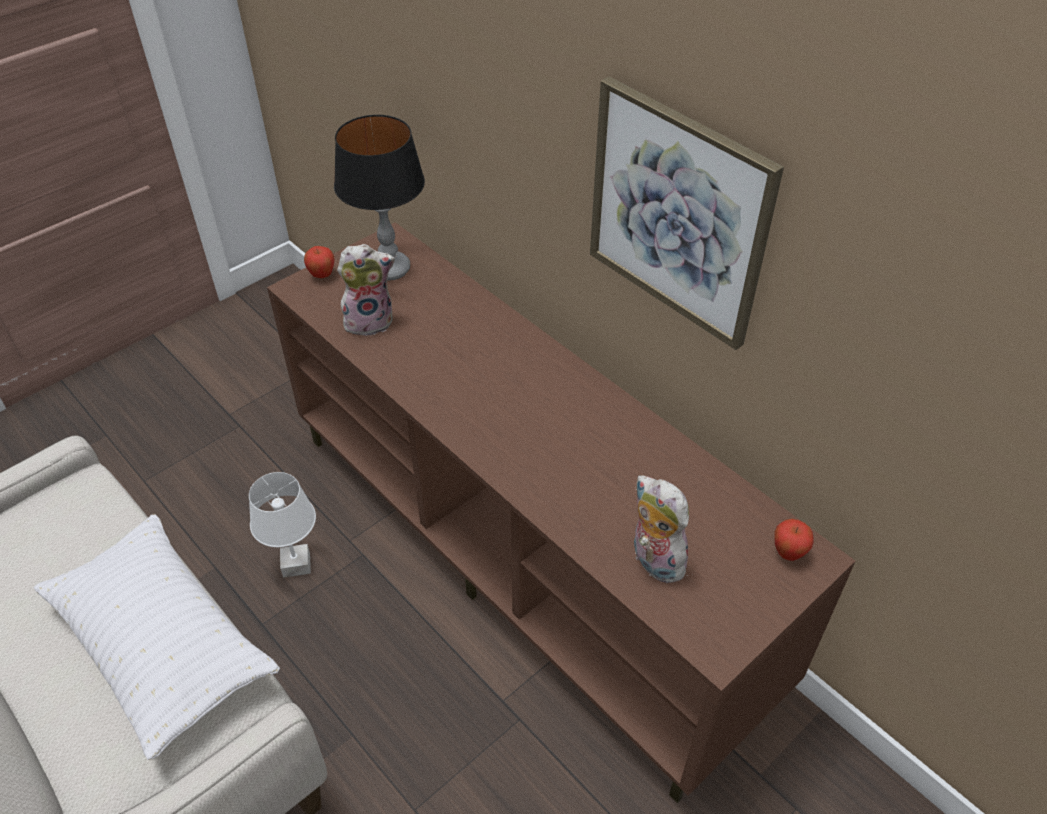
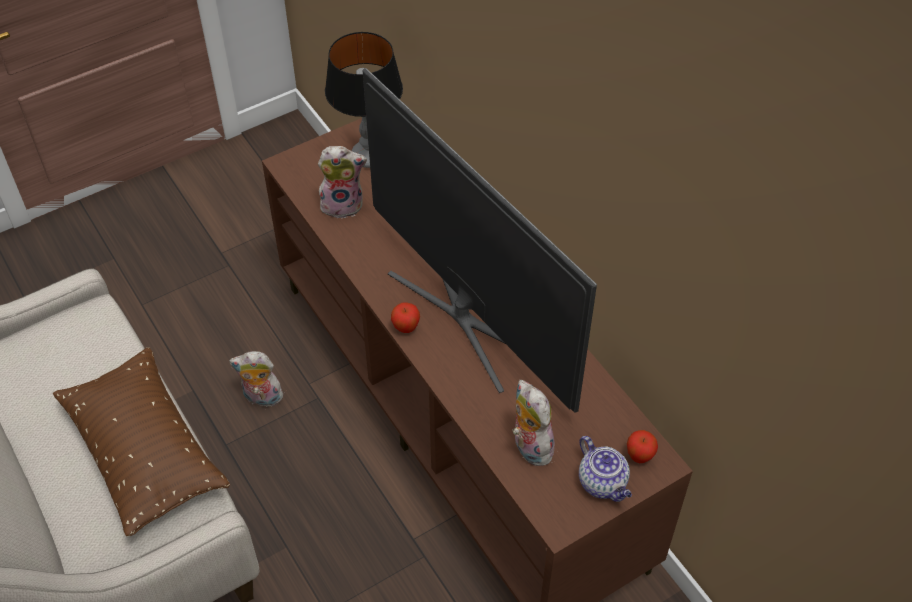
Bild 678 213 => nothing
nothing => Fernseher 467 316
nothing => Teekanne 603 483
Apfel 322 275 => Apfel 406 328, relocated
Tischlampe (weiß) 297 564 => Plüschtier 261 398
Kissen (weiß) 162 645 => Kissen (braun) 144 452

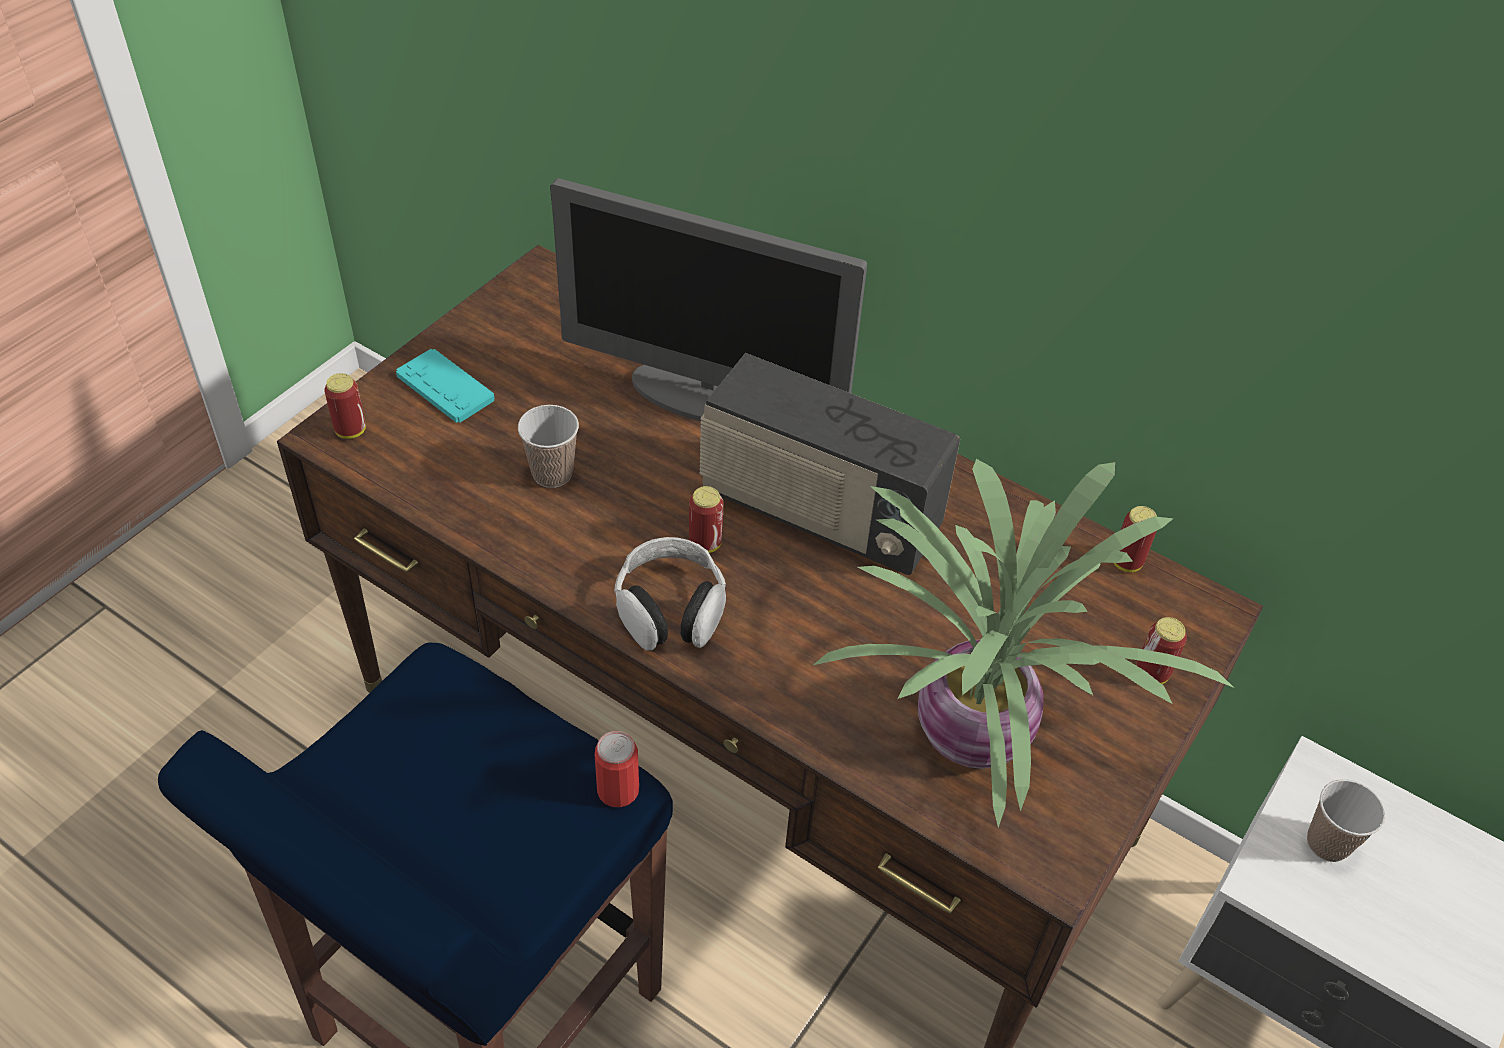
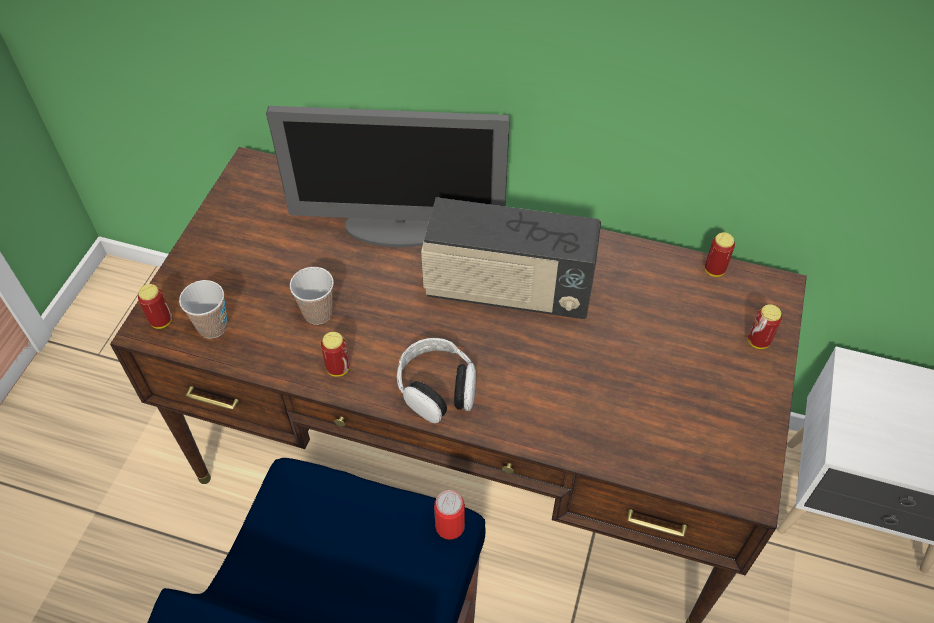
Gamepad (türkis) 445 387 => nothing
Topfpflanze 978 737 => nothing
Dose 705 543 => Dose 338 368, relocated
Tasse 1327 843 => Tasse 212 327, relocated

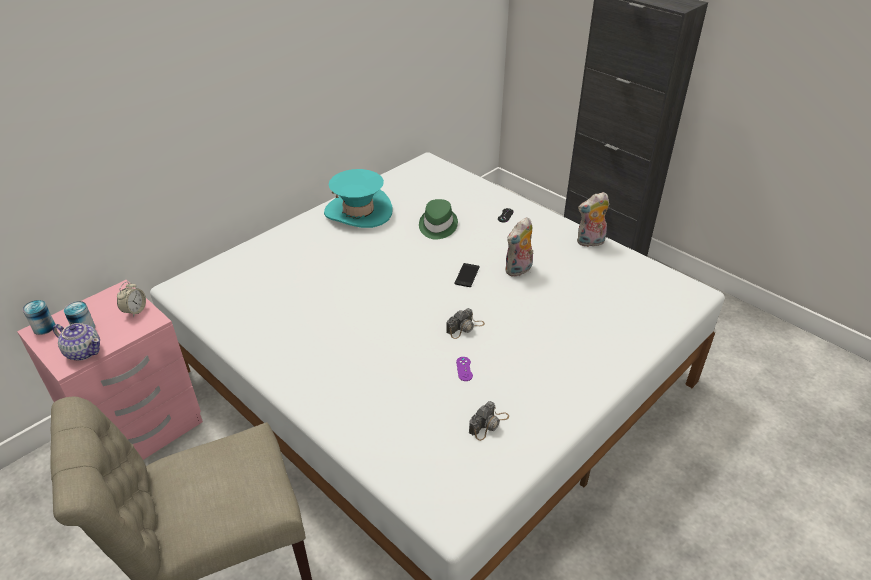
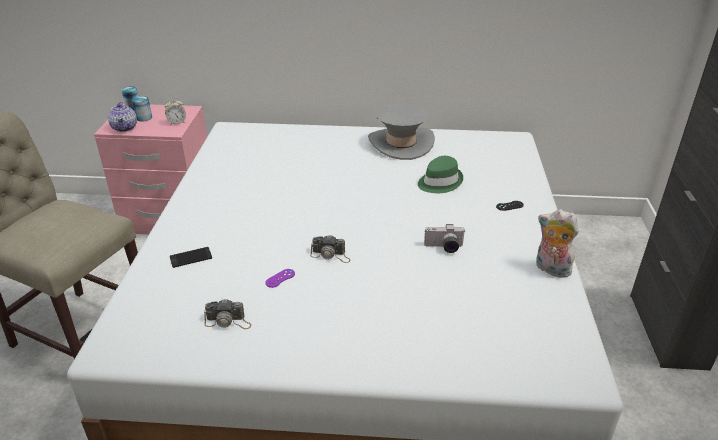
Handy 467 275 => Handy 191 257, relocated
Plüschtier 519 270 => Kamera 444 248
Hut (türkis) 358 212 => Hut (grau) 401 144

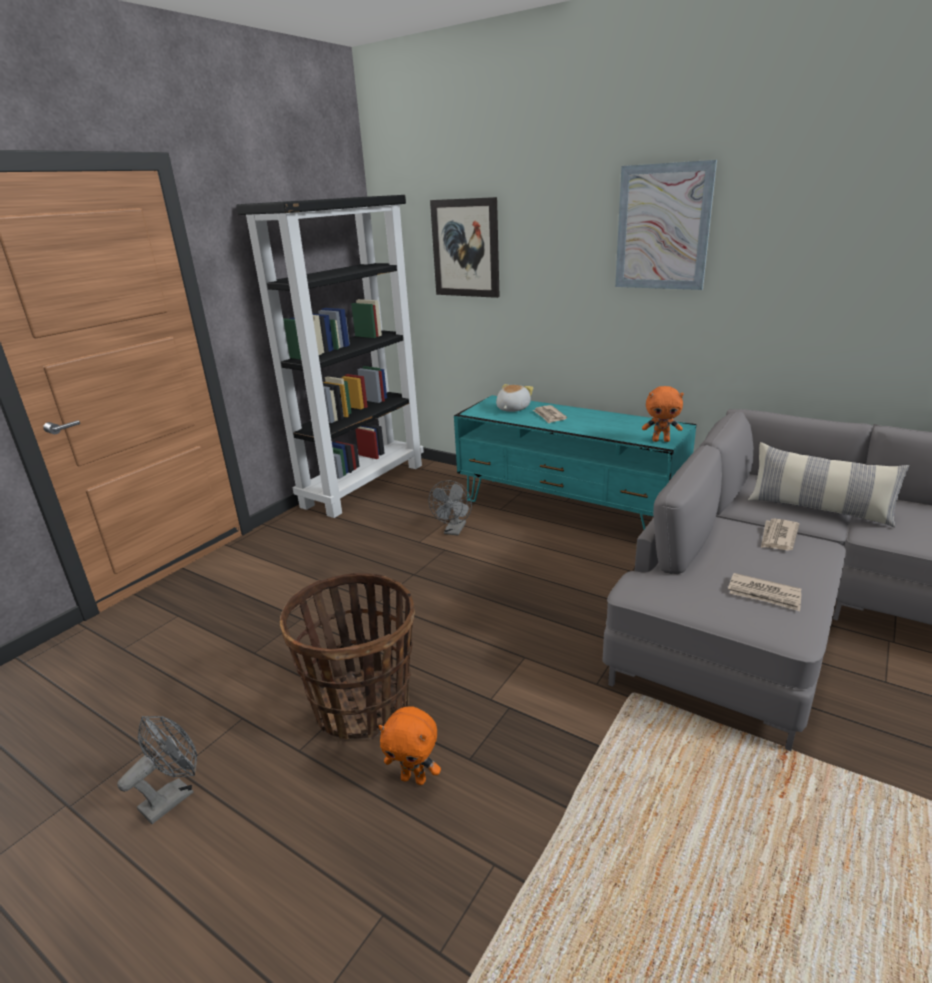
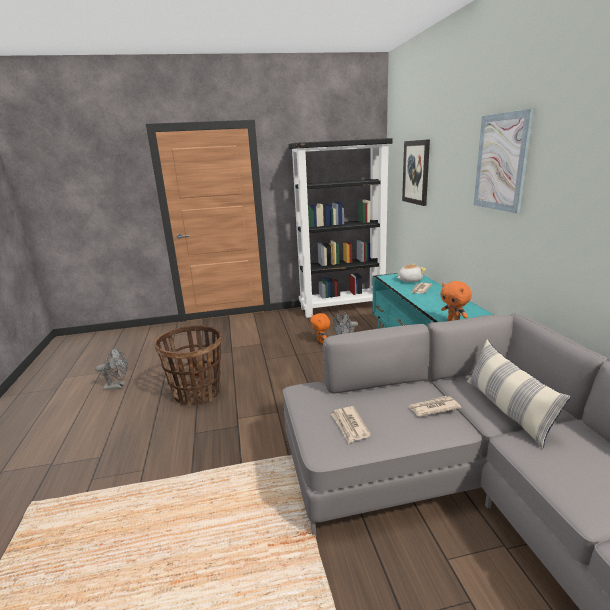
Plüschtier (orange) 414 778 => Plüschtier (orange) 321 341, relocated

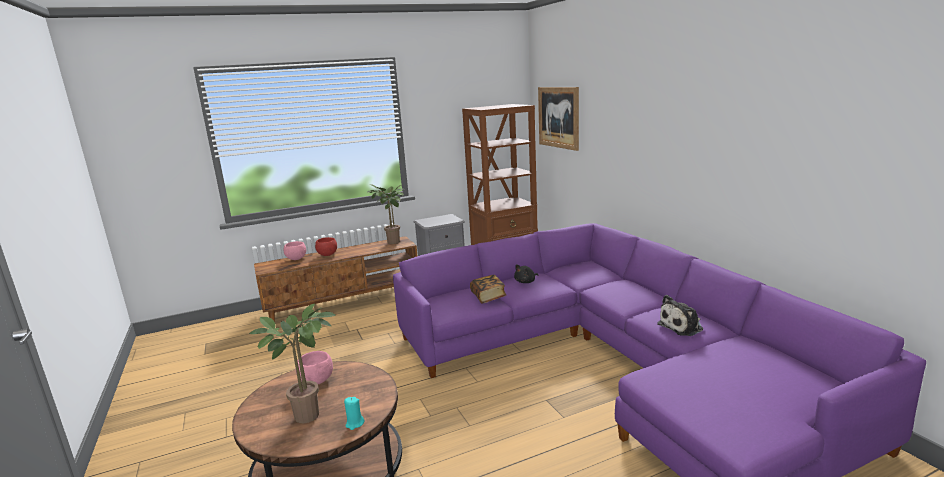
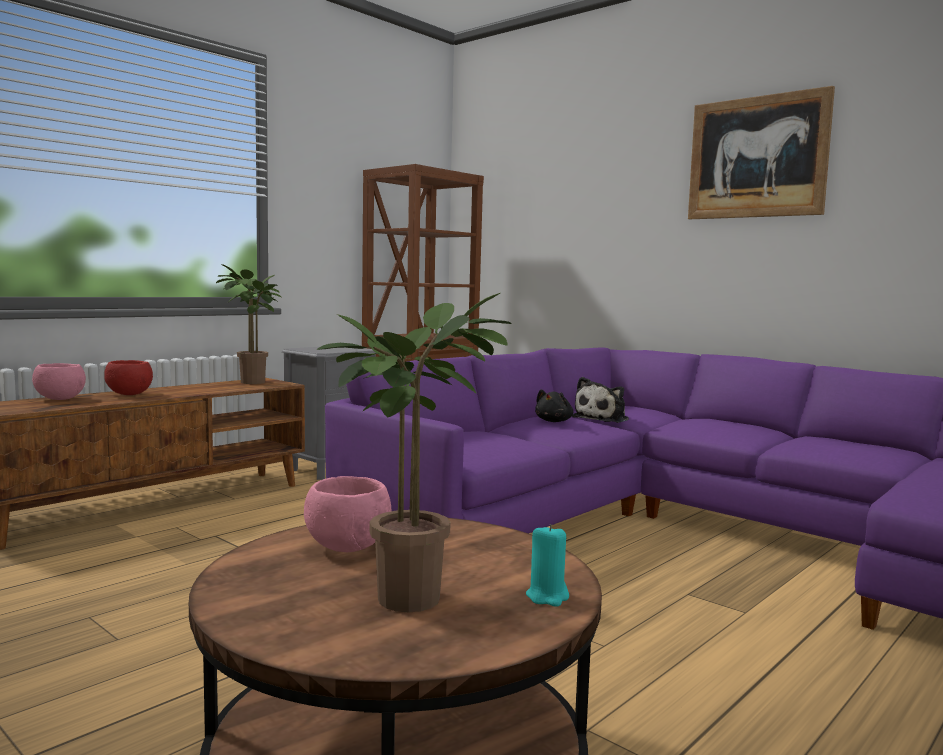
Buch 488 296 => nothing
Bild 558 117 => Bild 757 157, relocated
Plüschtier 682 326 => Plüschtier 603 418, relocated

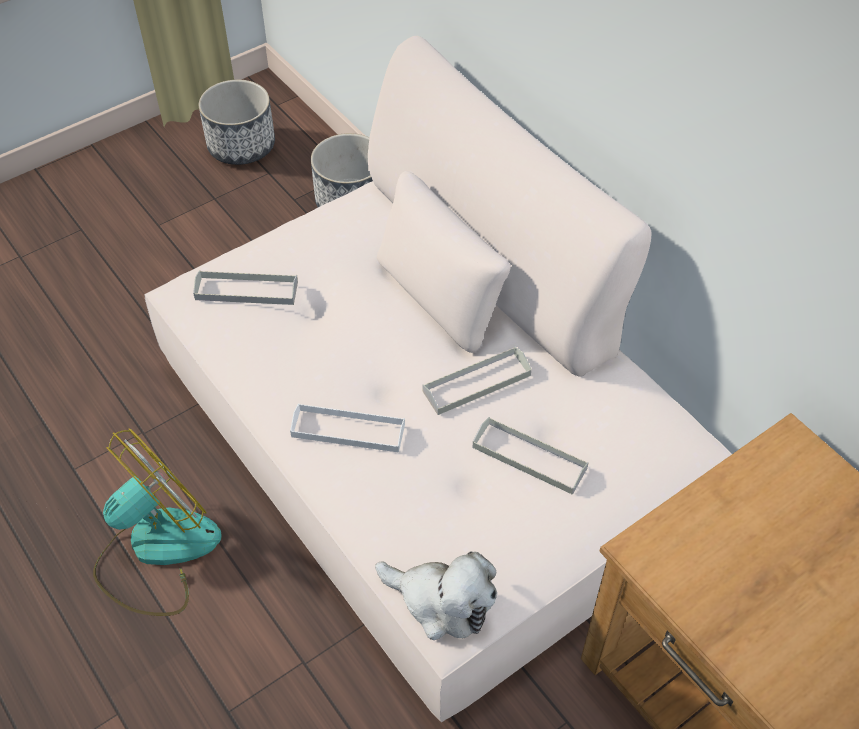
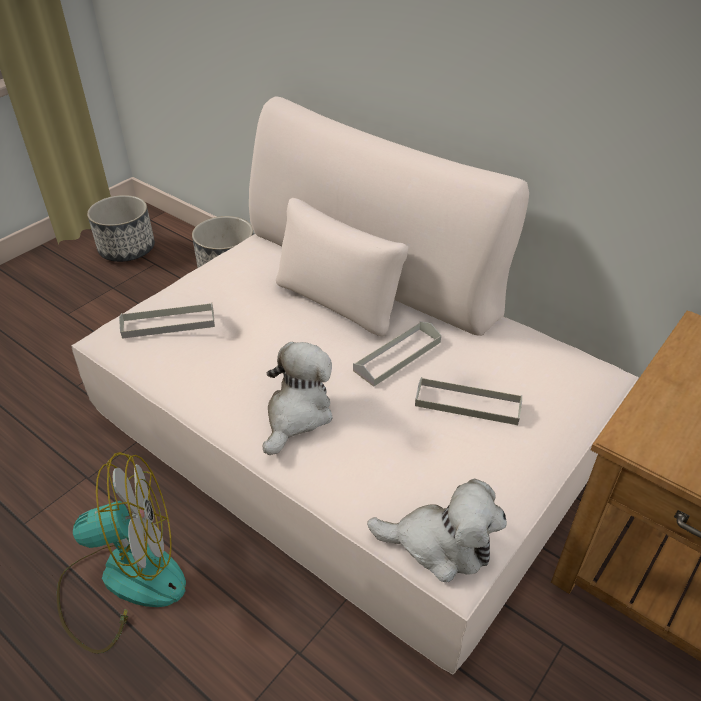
Tablett (weiß) 348 430 => Plüschtier 297 414
Ventilator 156 551 => Ventilator 123 580, 45 degrees clockwise

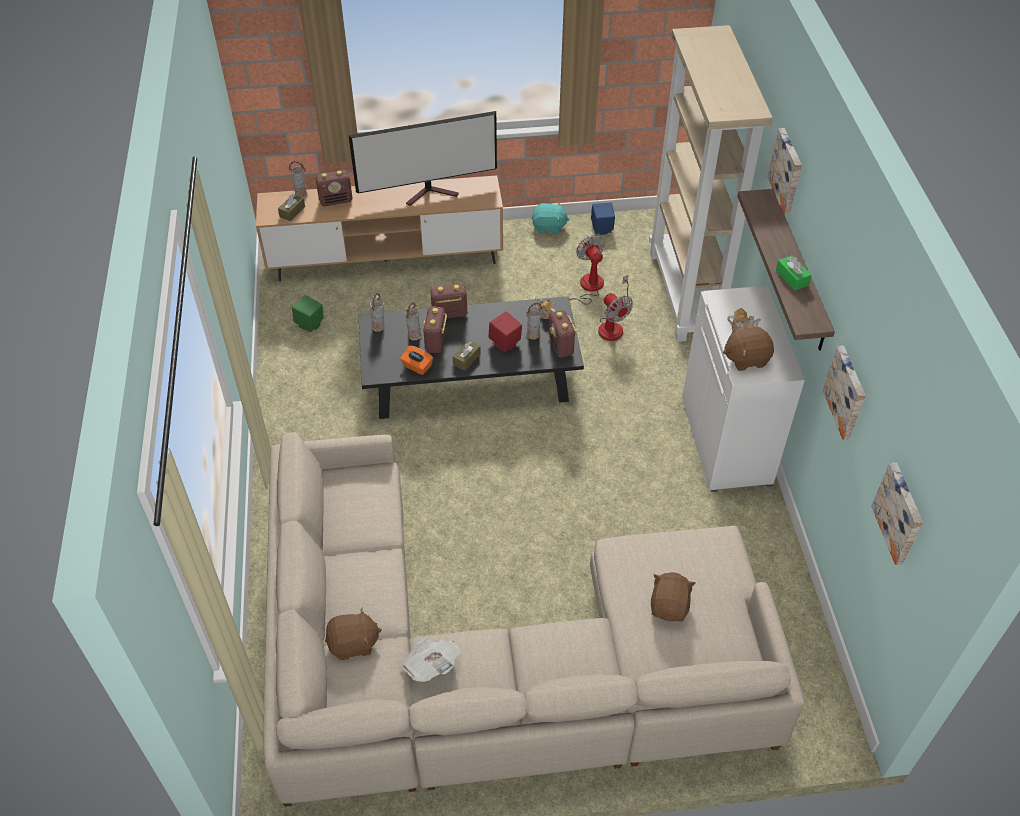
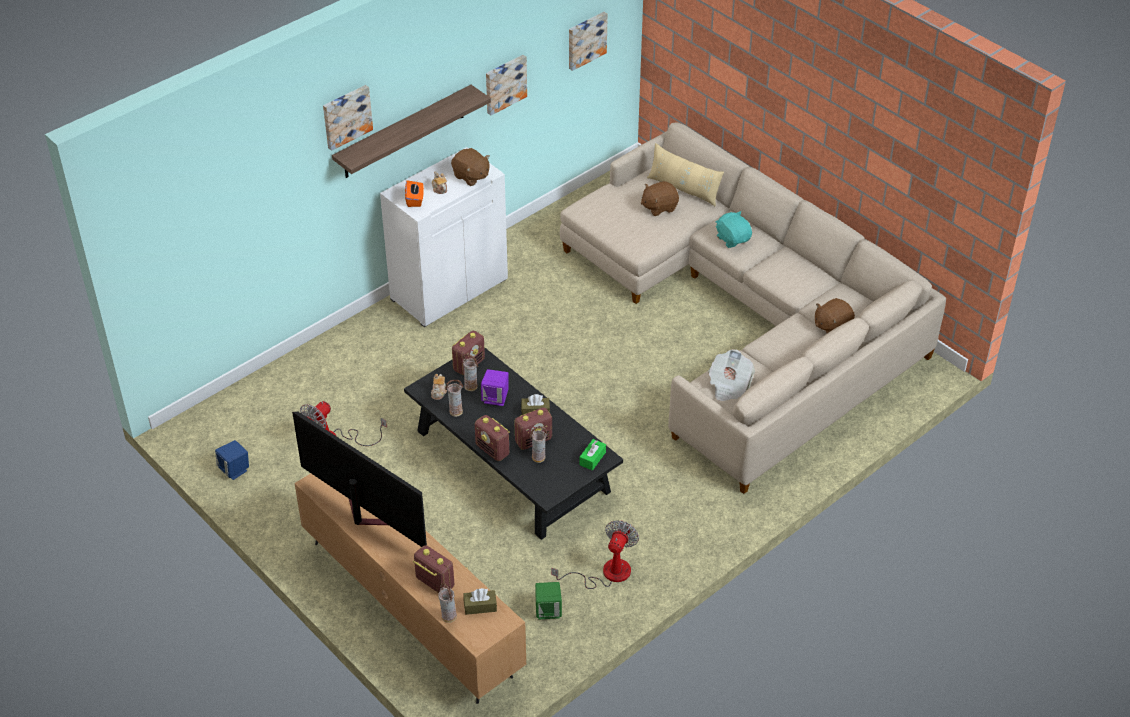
Bücherregal (beige) 685 294 => nothing
nothing => Kissen (beige) 683 189
Vase 379 327 => Vase 456 411, relocated
Taschentuchbox (orange) 417 366 => Taschentuchbox (orange) 415 200, relocated
Zeitung 431 665 => Zeitung 729 385, relocated
Plüschtier (türkis) 549 227 => Plüschtier (türkis) 733 239, relocated
Ventilator 613 325 => Ventilator 606 573, relocated
Taschentuchbox (grün) 792 278 => Taschentuchbox (grün) 592 458, relocated
Lautsprecher (rot) 505 343 => Lautsprecher (lila) 495 398
Plüschtier (braun) 353 644 => Plüschtier (braun) 832 326, 75 degrees counterclockwise

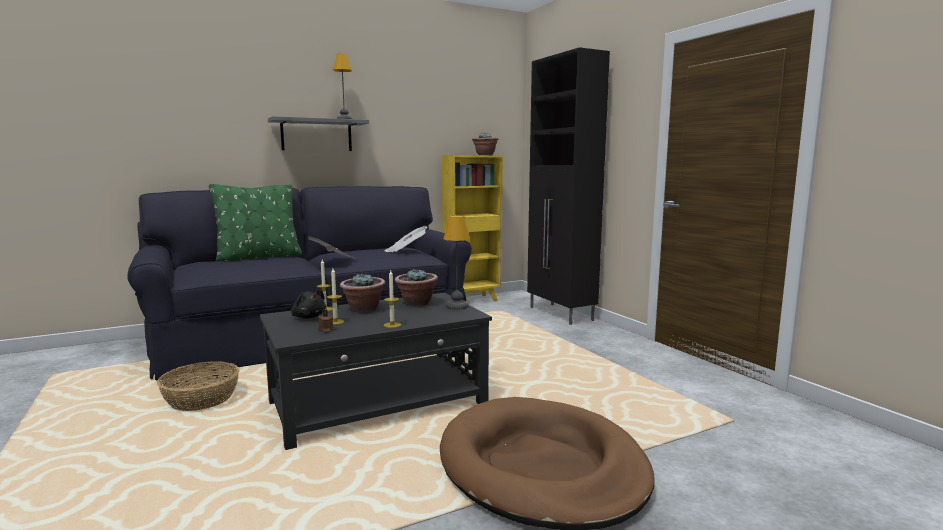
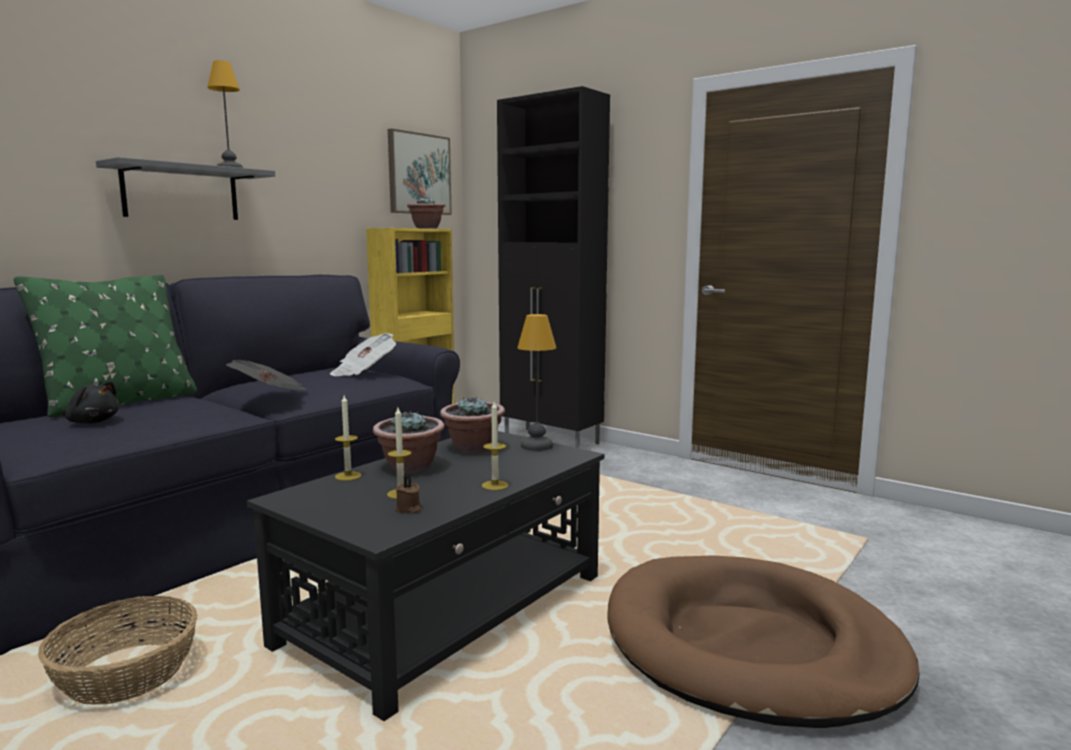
nothing => Bild 419 174
Plüschtier (schwarz) 308 317 => Plüschtier (schwarz) 92 422, relocated

